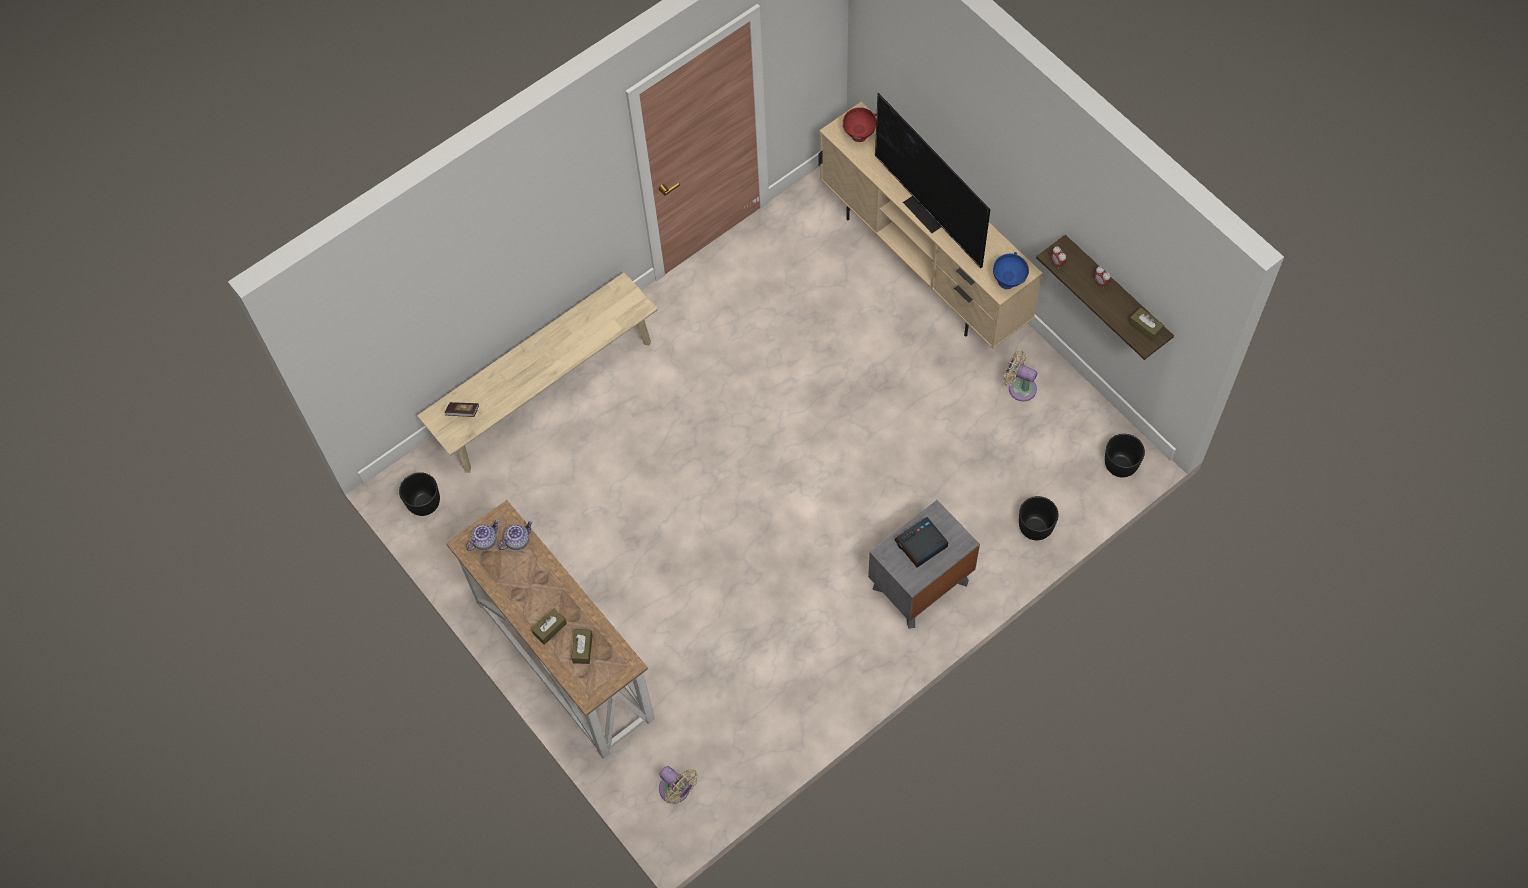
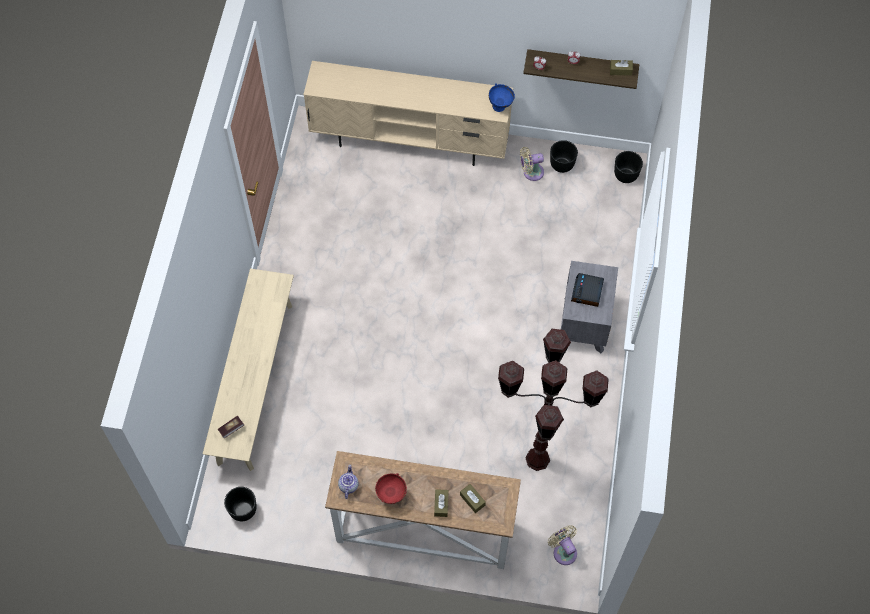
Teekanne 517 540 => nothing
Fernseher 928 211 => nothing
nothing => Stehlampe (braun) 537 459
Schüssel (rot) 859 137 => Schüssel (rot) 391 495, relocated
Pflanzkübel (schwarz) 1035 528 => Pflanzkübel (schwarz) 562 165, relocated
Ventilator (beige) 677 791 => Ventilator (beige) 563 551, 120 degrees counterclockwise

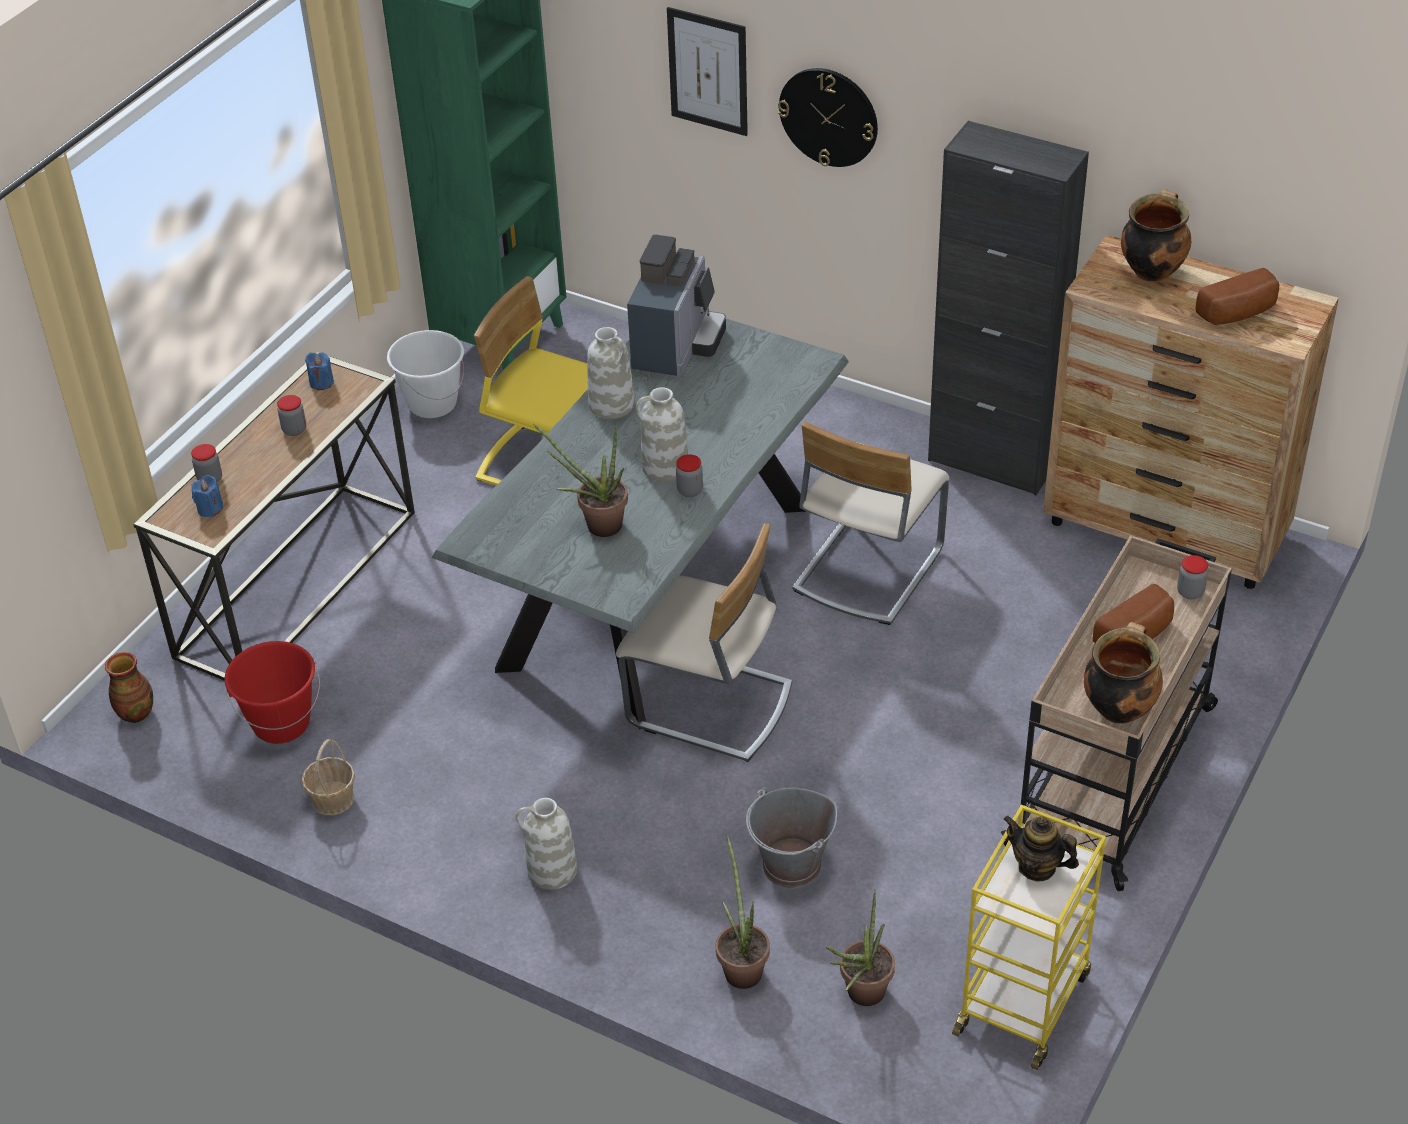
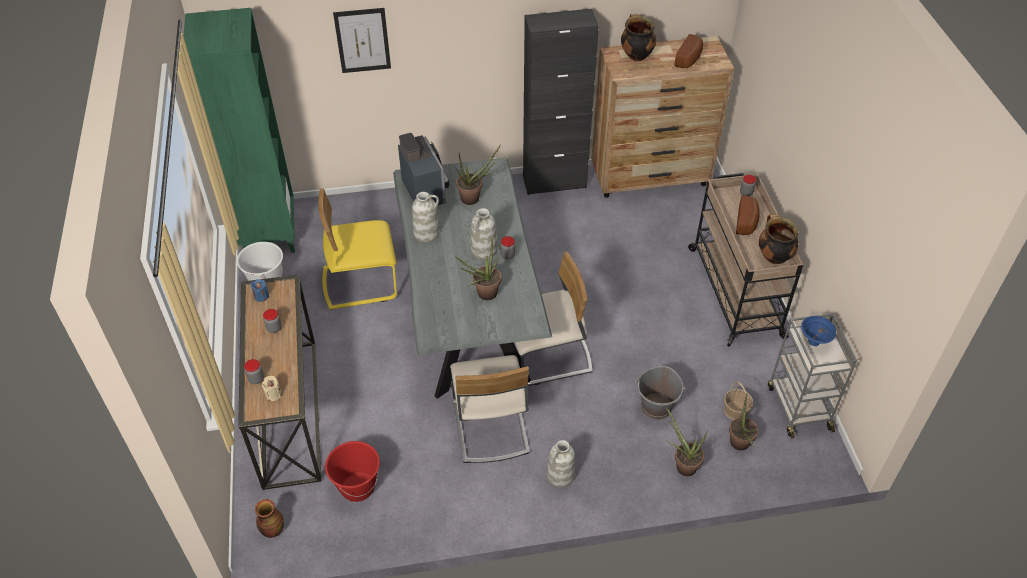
Wanduhr 829 116 => nothing
nothing => Topfpflanze 474 198
Korb 332 799 => Korb 735 411, relocated
Stuhl (beige) 867 569 => Stuhl (beige) 489 427, relocated
Teekanne 1037 867 => Schüssel (blau) 814 342
Kerze (blau) 210 508 => Kerze (beige) 273 394
Rollwagen (gelb) 1022 1001 => Rollwagen (grau) 798 407

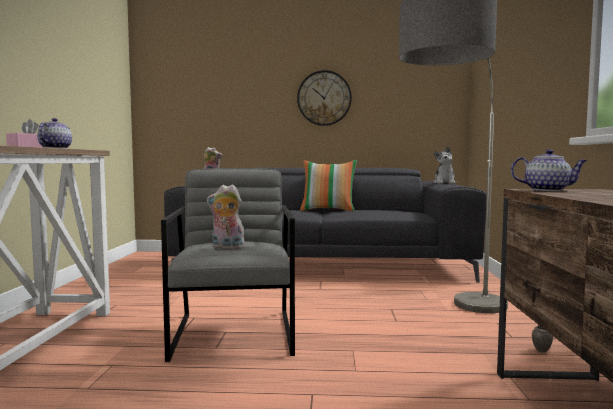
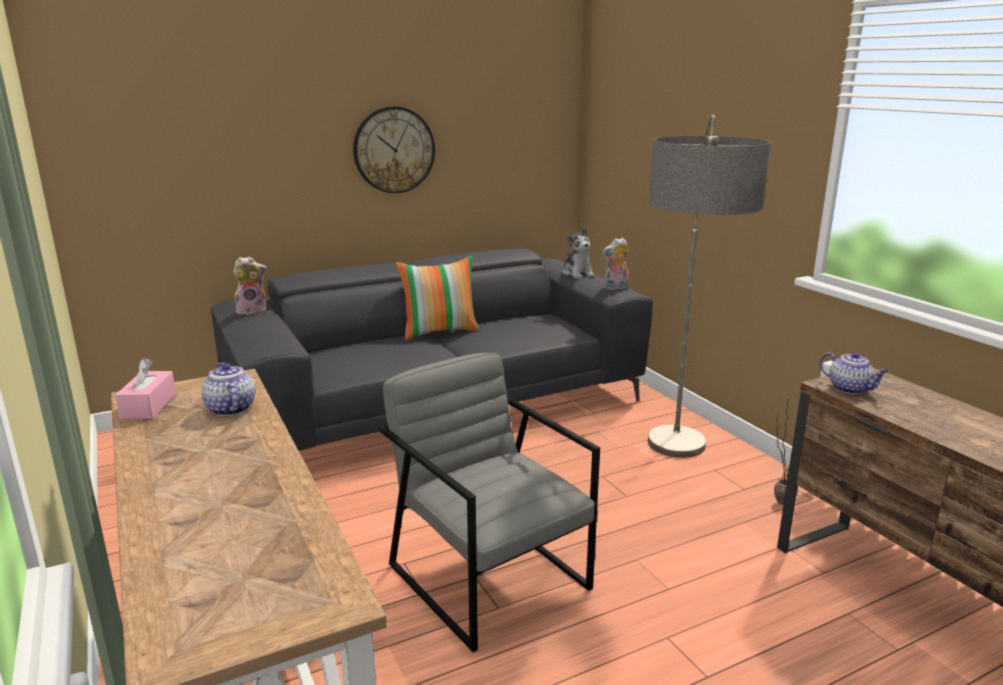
Plüschtier 226 248 => Plüschtier 615 288, relocated
Teekanne 548 190 => Teekanne 850 389, 60 degrees clockwise

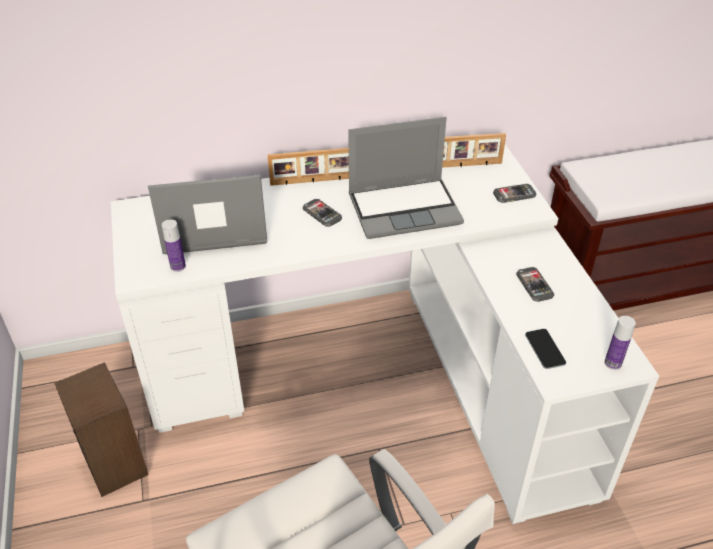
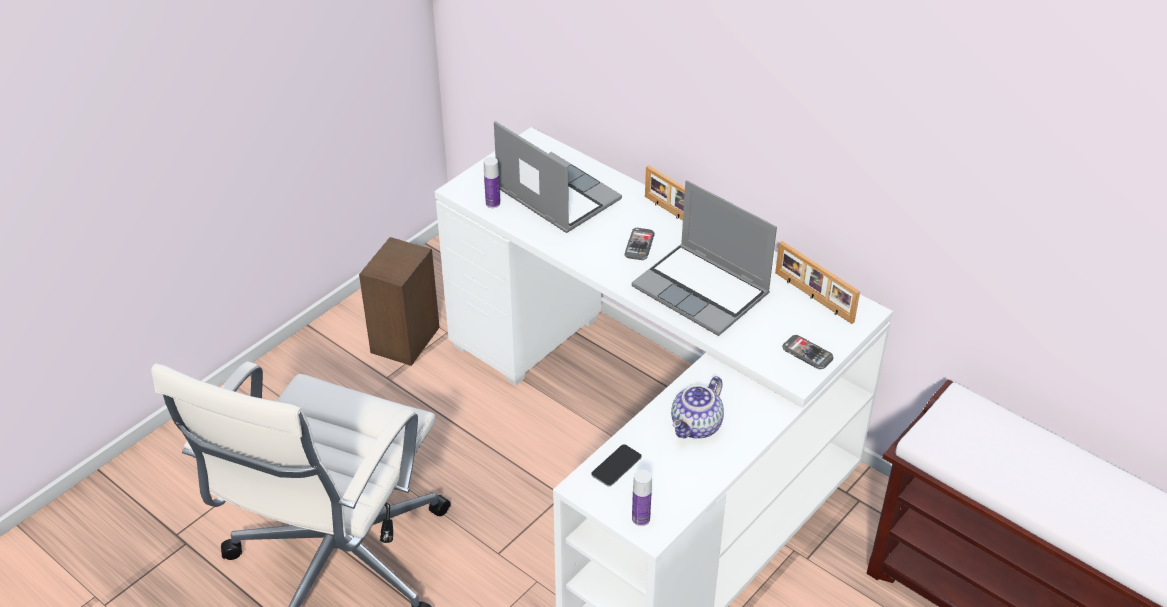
Handy 534 285 => Teekanne 697 427

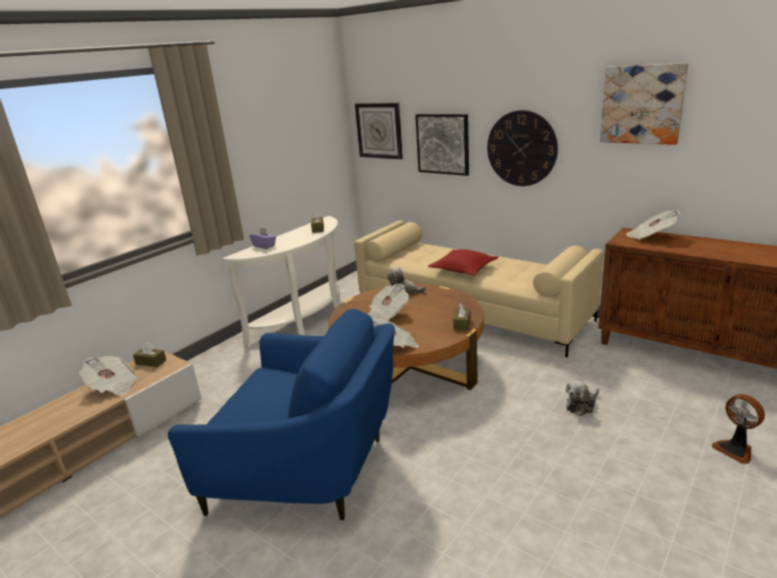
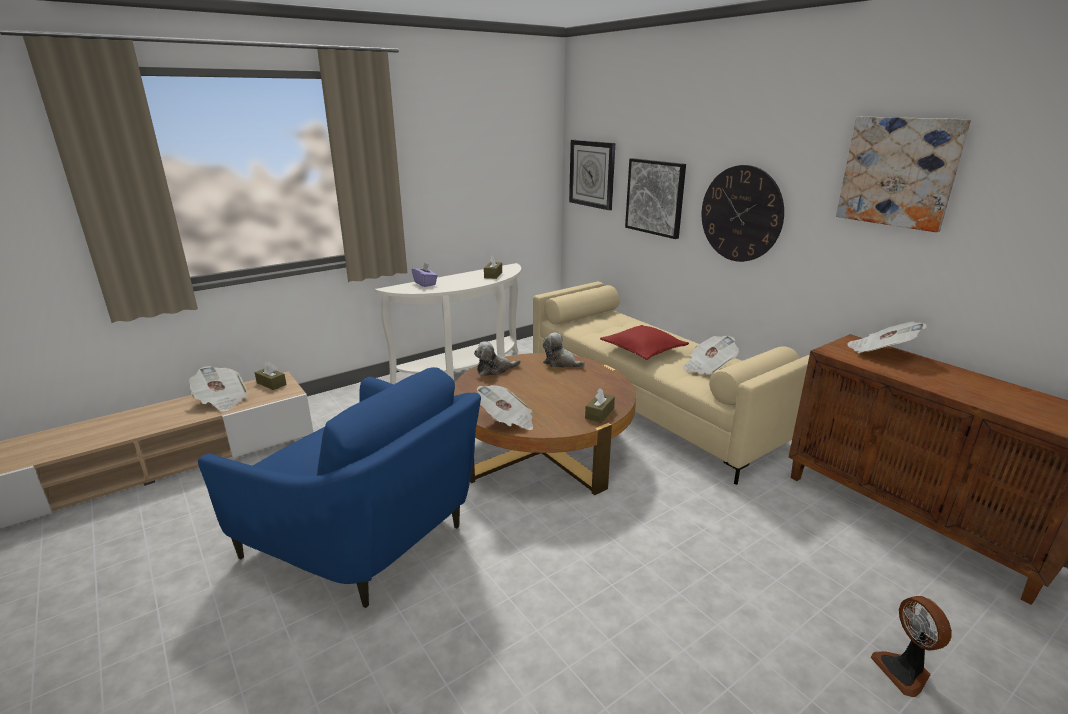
Zeitung 387 314 => Zeitung 708 367, relocated
Plüschtier 581 405 => Plüschtier 495 370, relocated

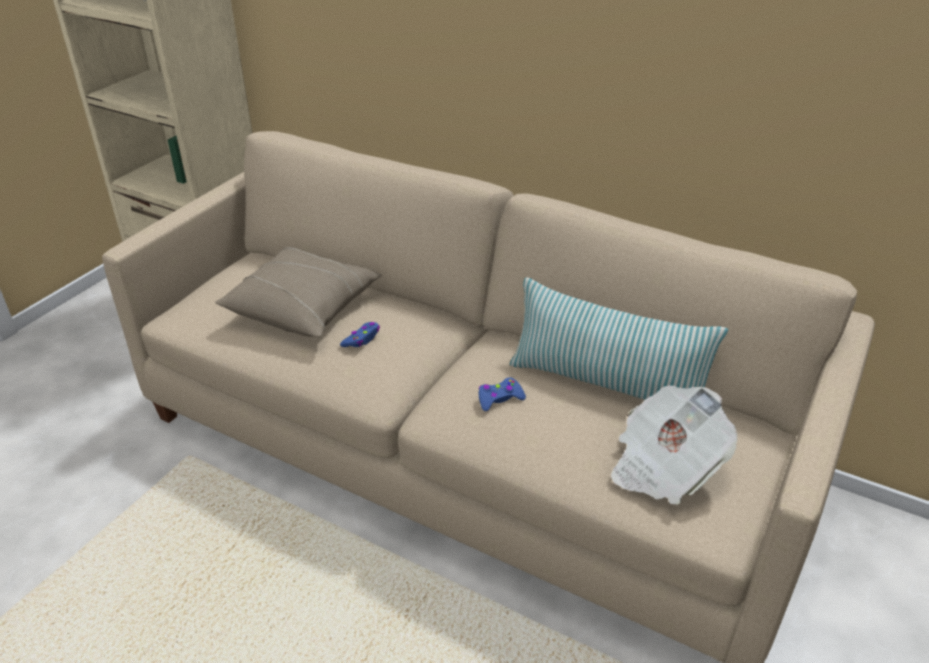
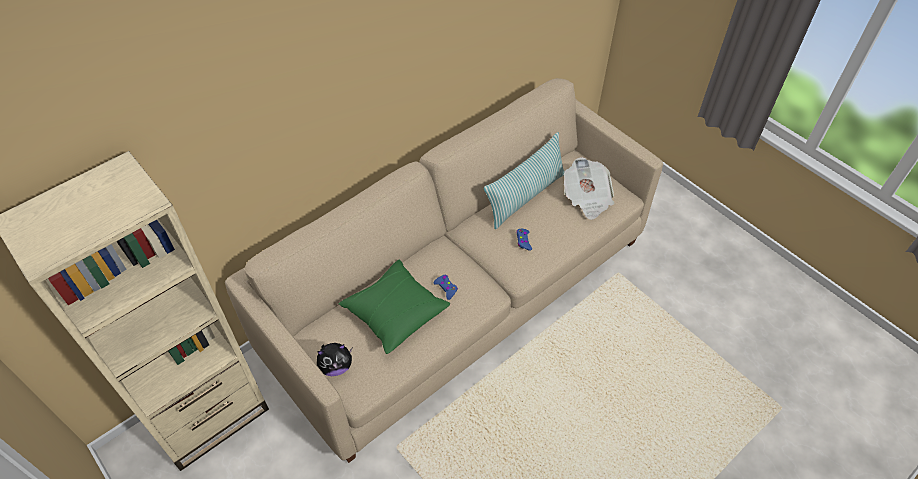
nothing => Plüschtier 336 367
Kissen (beige) 303 308 => Kissen (grün) 395 312

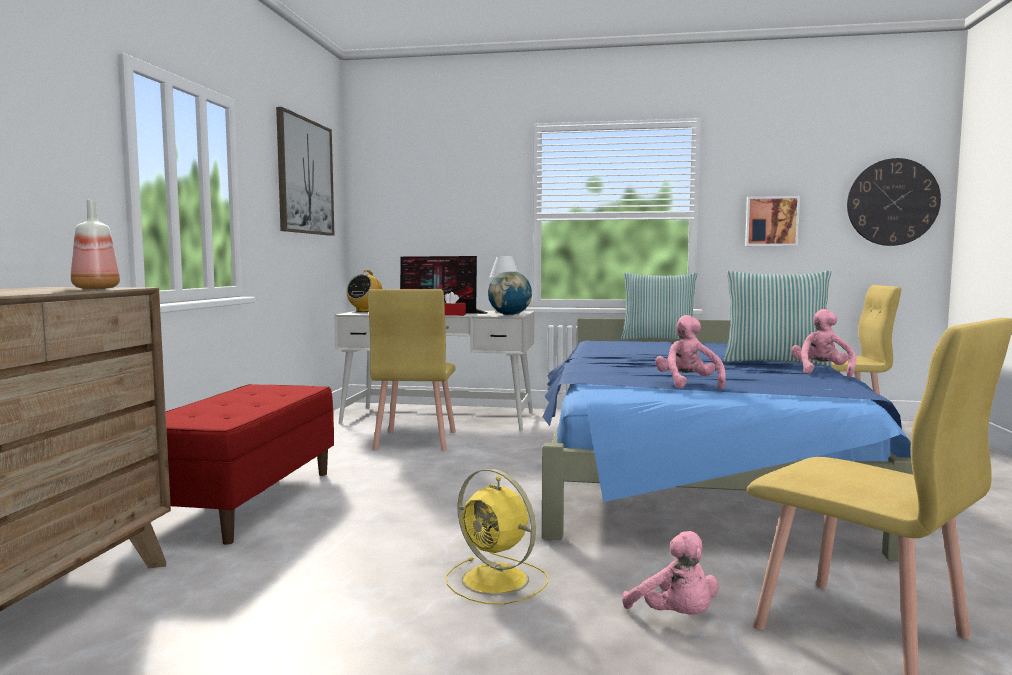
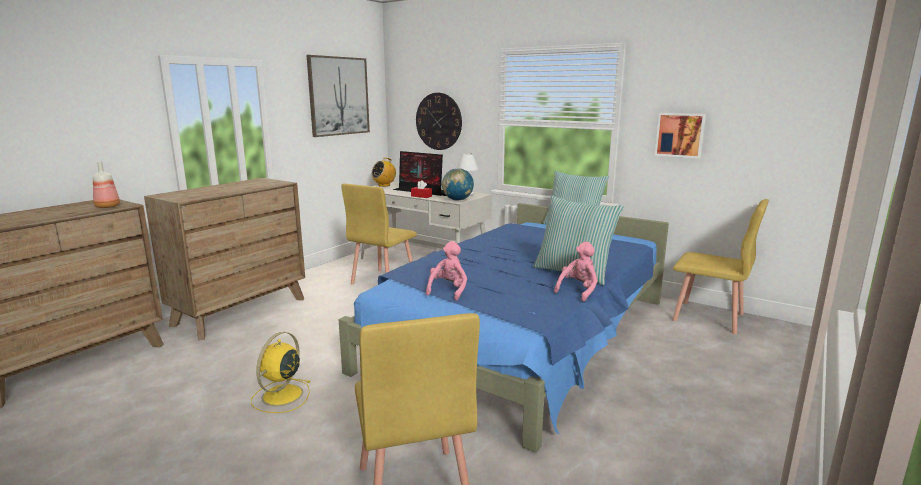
Plüschtier (rosa) 676 617 => nothing
Wanduhr 892 202 => Wanduhr 438 121, relocated
Bank (rot) 244 501 => Kommode (braun) 240 311
Ventilator (gelb) 497 581 => Ventilator (gelb) 281 396, 45 degrees clockwise

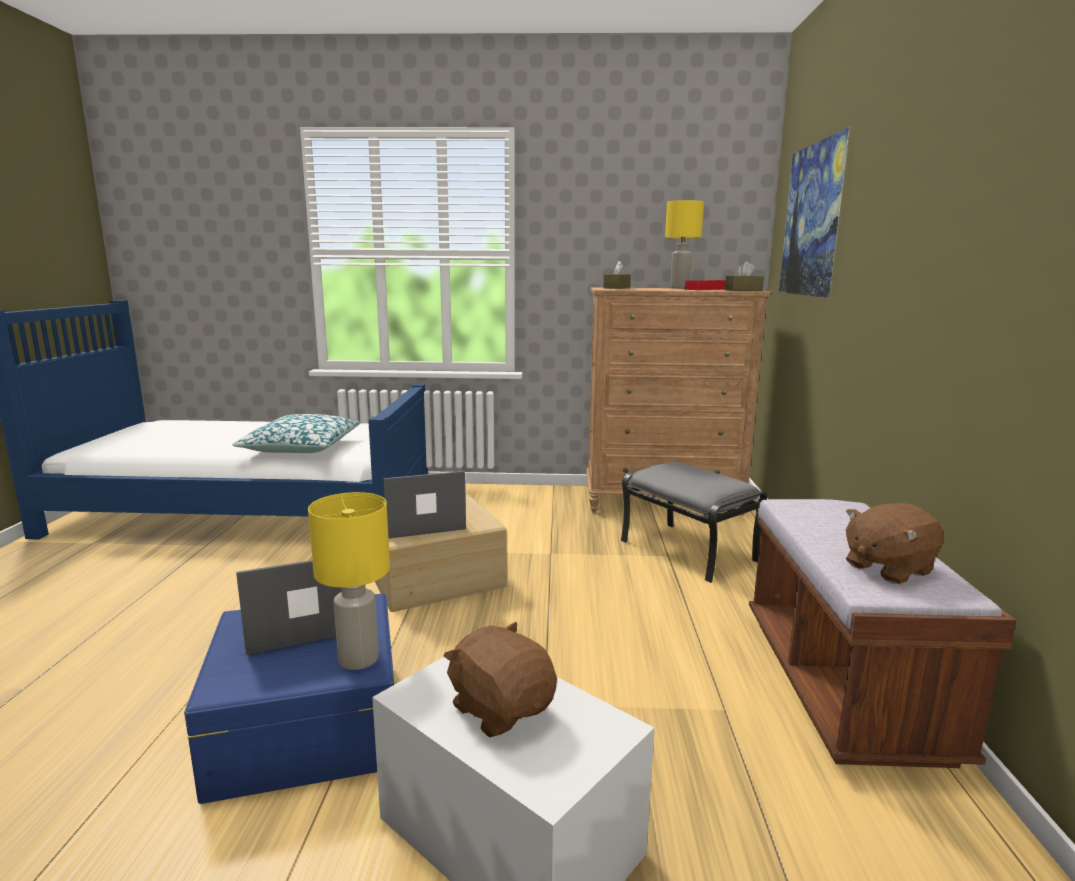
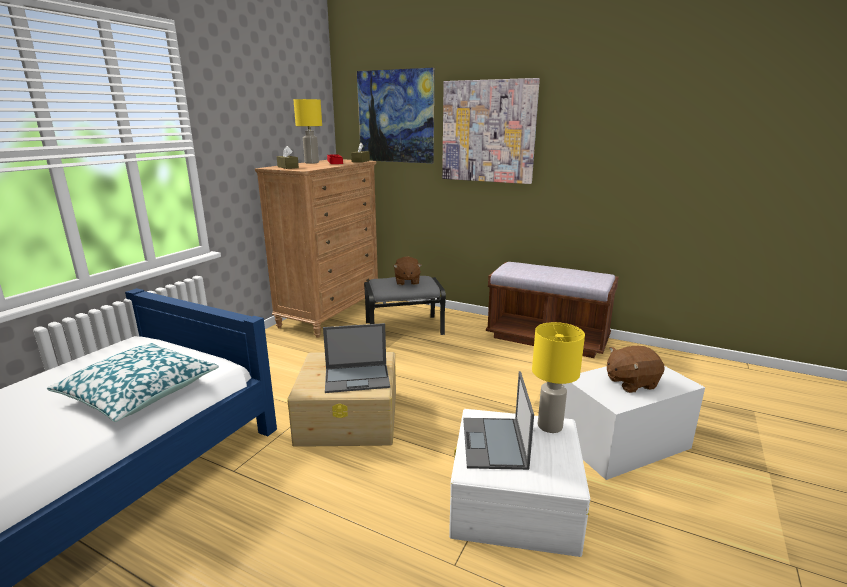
nothing => Bild 488 132
Plüschtier (braun) 887 568 => Plüschtier (braun) 407 281, relocated
Aufbewahrungsbox (blau) 306 723 => Aufbewahrungsbox (weiß) 514 501
Laptop 421 523 => Laptop 358 378, 105 degrees counterclockwise

